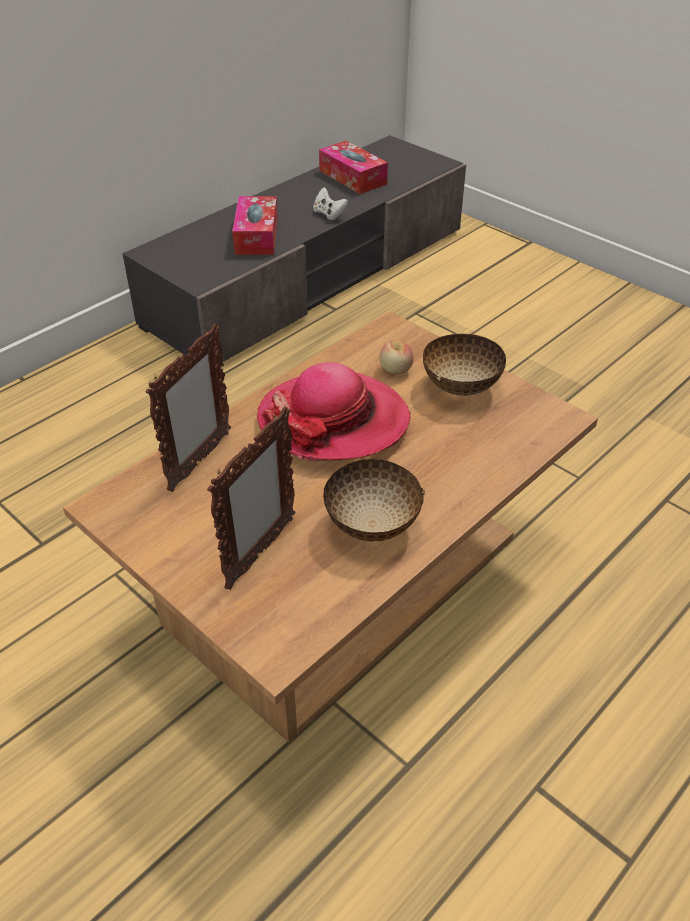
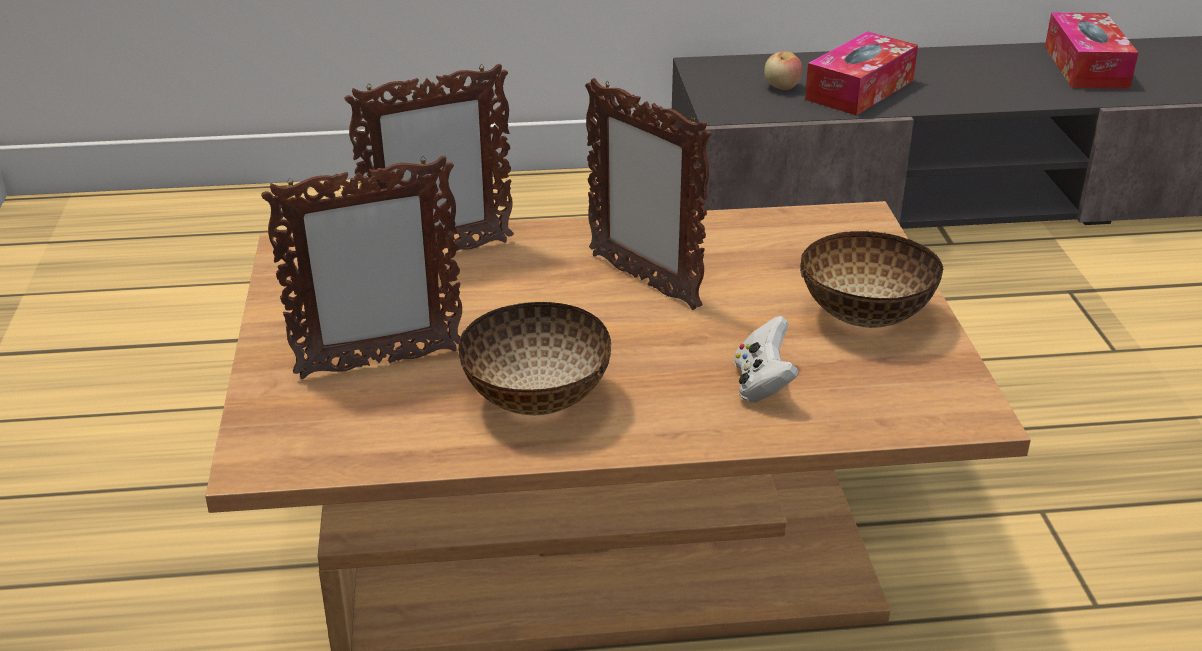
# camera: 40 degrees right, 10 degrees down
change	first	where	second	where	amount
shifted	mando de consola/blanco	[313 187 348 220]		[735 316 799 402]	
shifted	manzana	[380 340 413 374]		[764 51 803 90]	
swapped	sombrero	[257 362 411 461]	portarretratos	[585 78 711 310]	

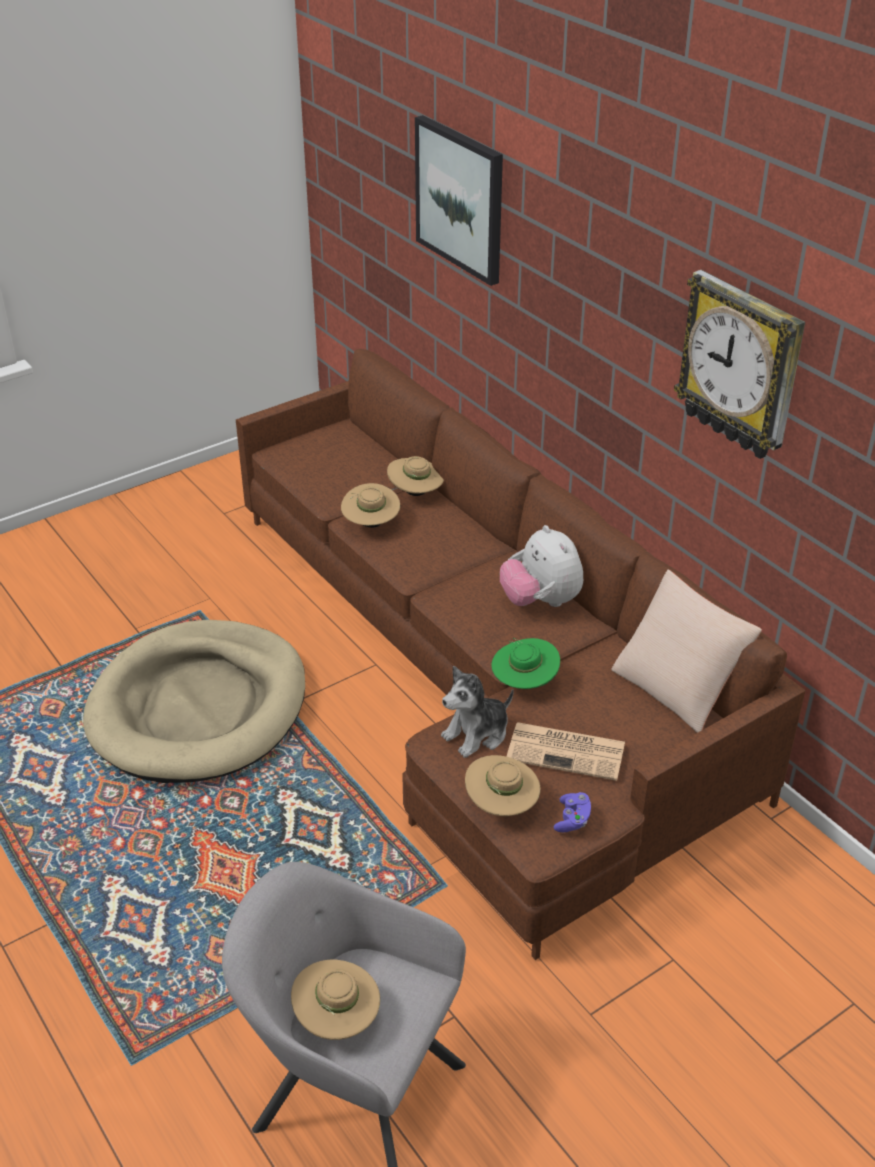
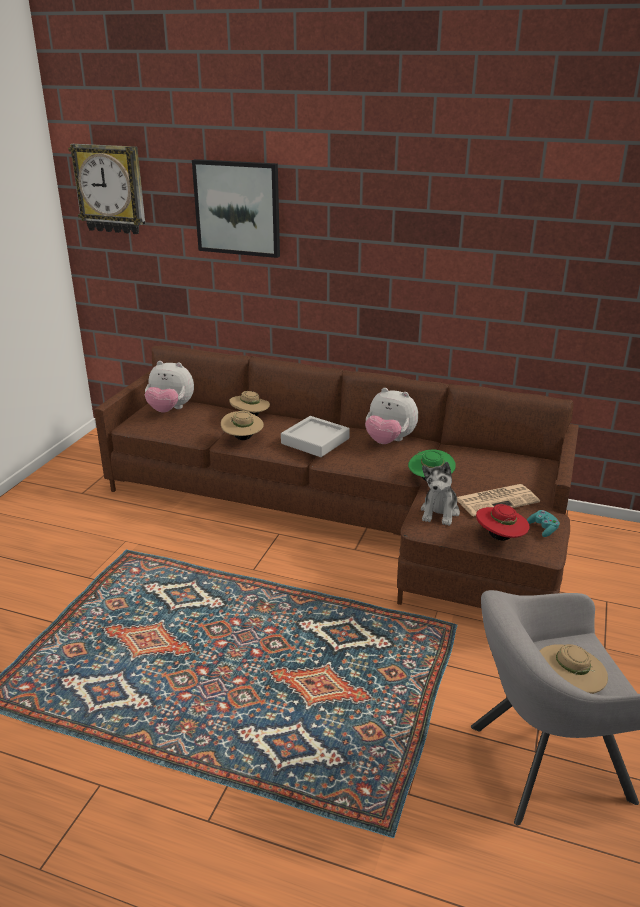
# camera: 35 degrees left, 10 degrees down
change	first	where	second	where	amount
gone	cama para perro/beis	[83 620 305 783]			
gone	cojín/beis	[612 570 762 733]			
new			peluche	[145 361 194 413]	
new			bandeja/gris	[281 416 350 457]	
shifted	reloj de pared	[674 270 805 459]		[68 144 145 234]	
repainted	sombrero/beis	[465 755 541 816]	sombrero/rojo	[476 504 530 541]	
repainted	mando de consola/morado	[554 792 591 832]	mando de consola/turquesa	[527 510 560 537]	

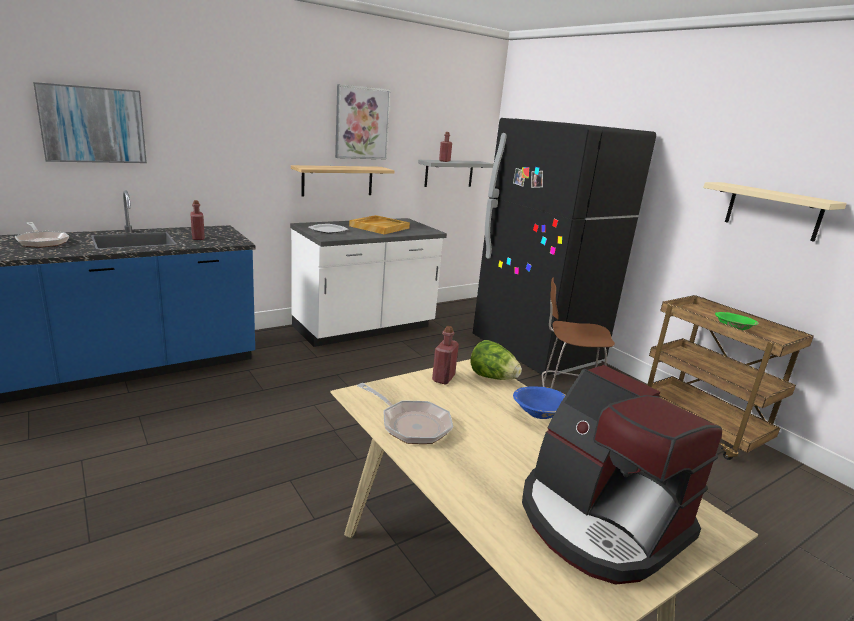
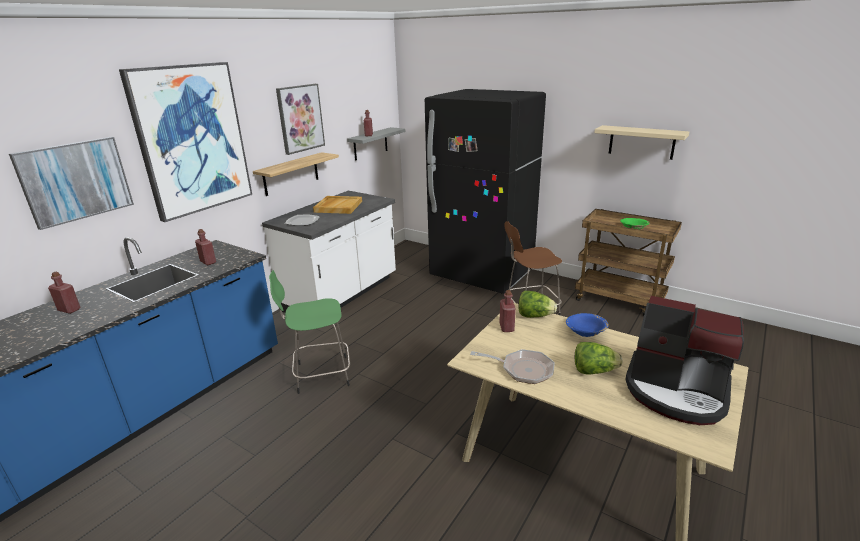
# camera: 20 degrees left, 5 degrees up
change	first	where	second	where	amount
new			cuadro	[119 62 252 222]	
new			taburete/verde	[269 270 350 394]	
new			lechuga	[575 342 622 375]	
swapped	sartén	[15 222 69 248]	botella/rojo	[48 272 80 314]	

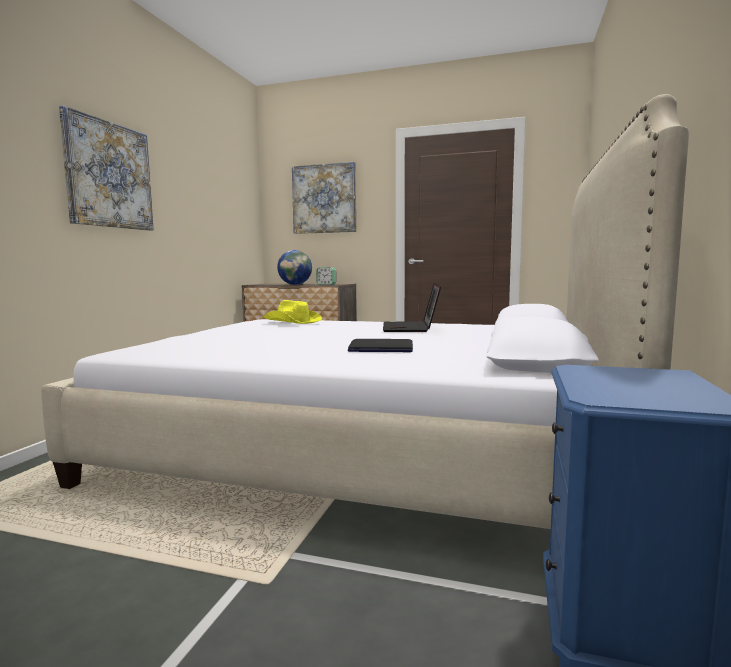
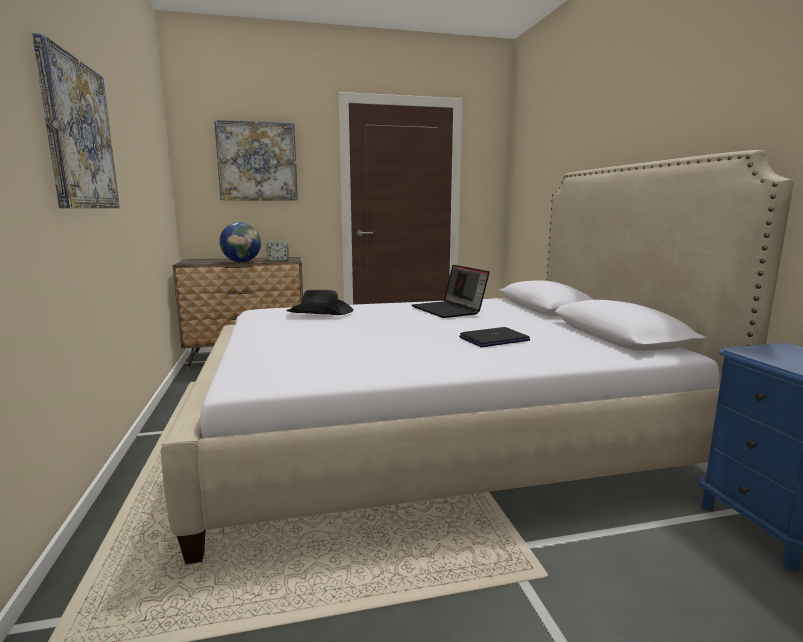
# camera: 30 degrees left, 5 degrees up
change	first	where	second	where	amount
repainted	sombrero/amarillo	[264 300 322 324]	sombrero/negro	[287 290 353 315]	

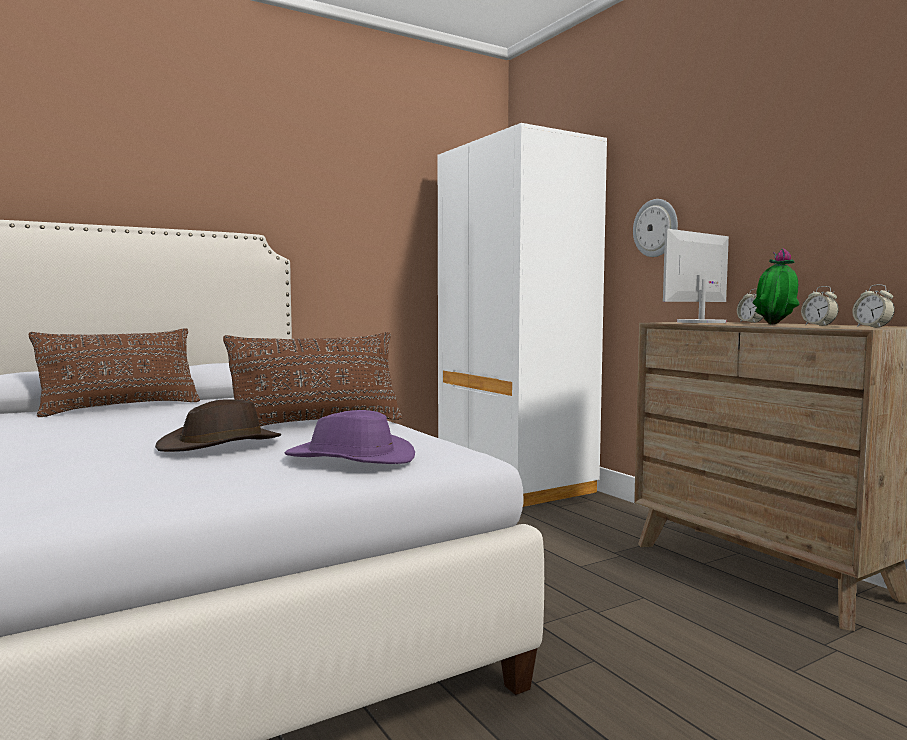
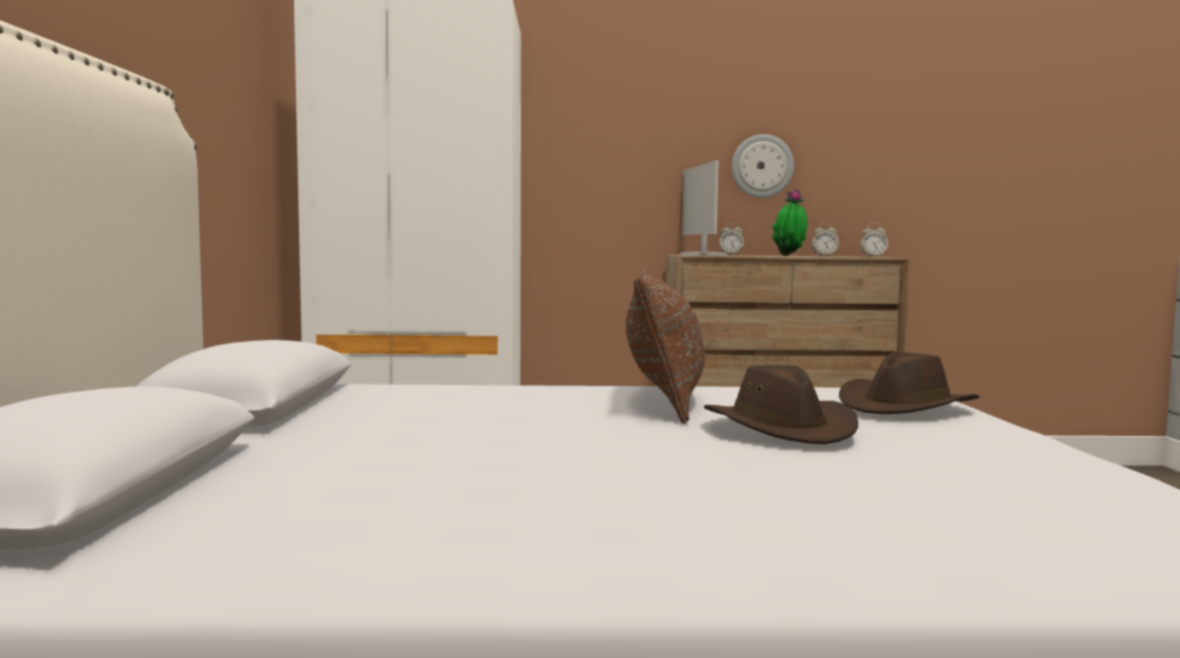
# camera: 60 degrees left, 0 degrees up
change	first	where	second	where	amount
gone	cojín/marrón	[29 328 200 417]			
shifted	reloj de pared	[633 199 678 257]		[732 134 794 198]	
repainted	sombrero/morado	[285 410 415 464]	sombrero/marrón	[839 352 980 414]	

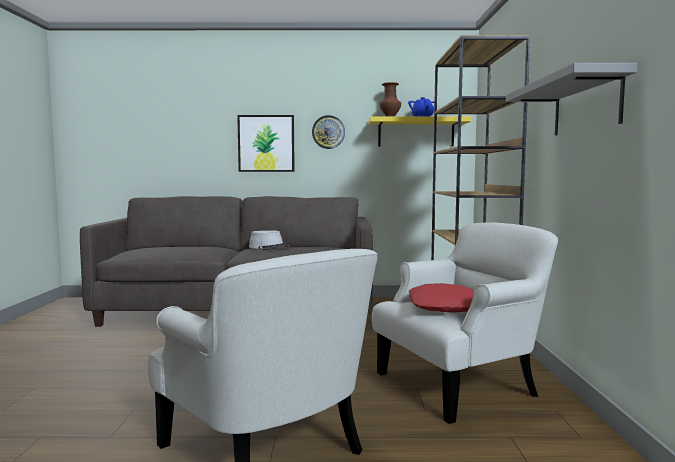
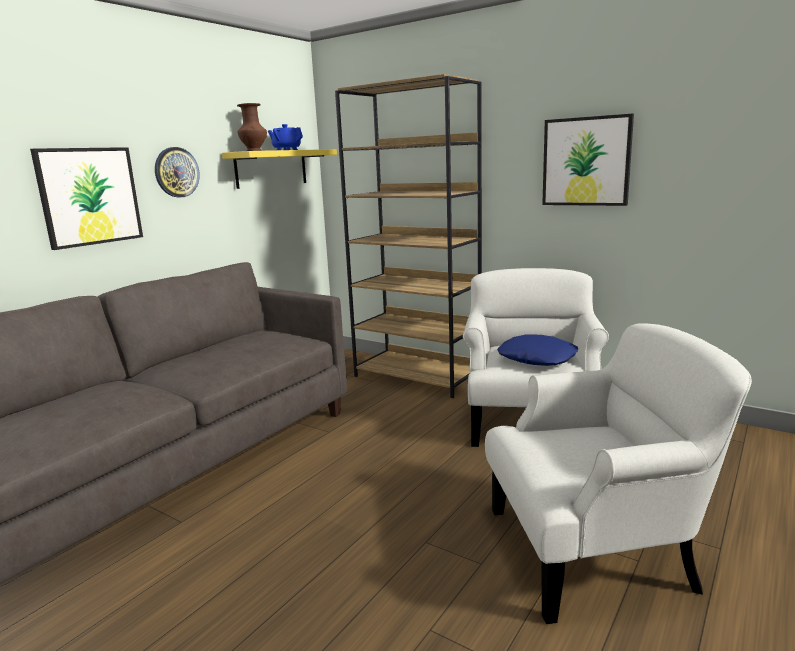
# camera: 55 degrees left, 10 degrees up
change	first	where	second	where	amount
gone	sombrero/gris	[249 230 290 250]			
swapped	estante/gris	[506 63 638 135]	cuadro	[542 114 634 206]	
repainted	cojín/rojo	[409 283 474 313]	cojín/azul	[497 335 578 366]	

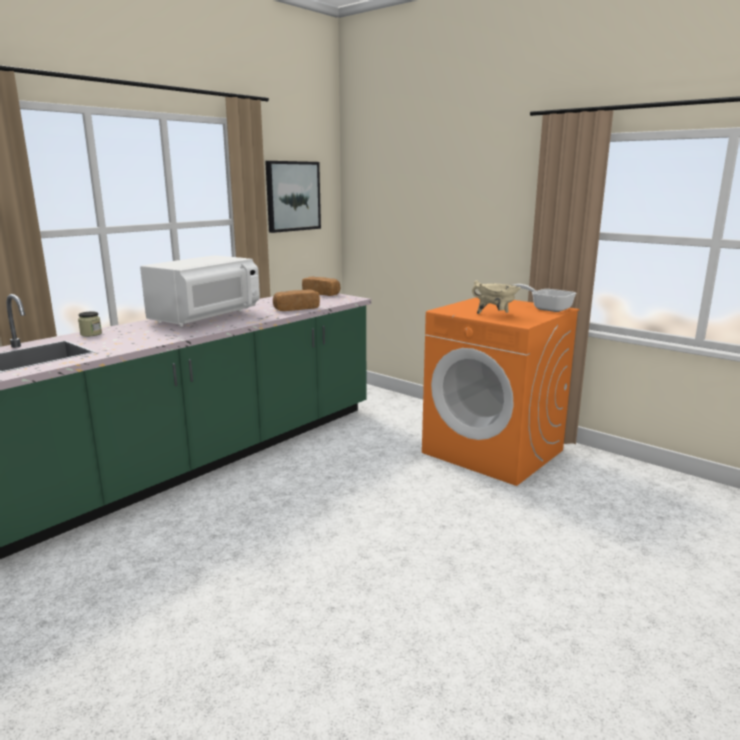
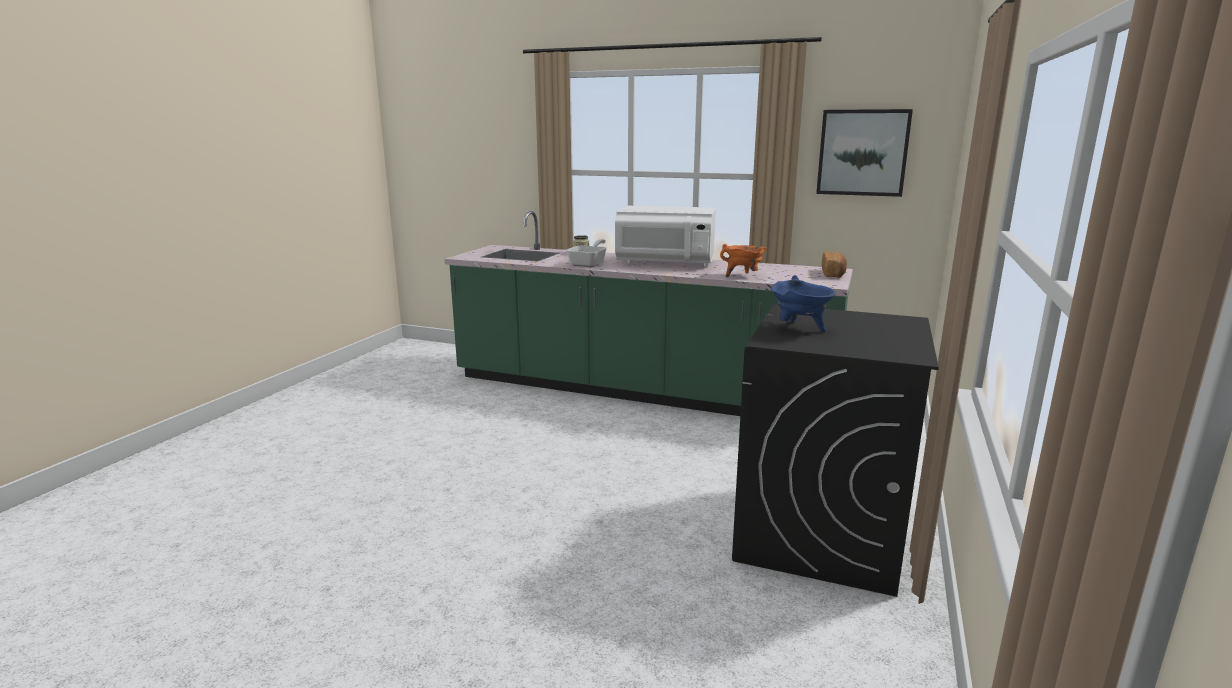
# camera: 70 degrees right, 0 degrees up
change	first	where	second	where	amount
shifted	sartén	[514 284 576 312]		[566 239 607 267]	
swapped	pan	[273 290 320 311]	olla/naranja	[720 244 767 277]	
repainted	lavadora/naranja	[422 297 579 486]	lavadora/negro	[732 304 939 597]	
repainted	olla/beis	[472 280 521 314]	olla/azul	[771 275 836 332]	

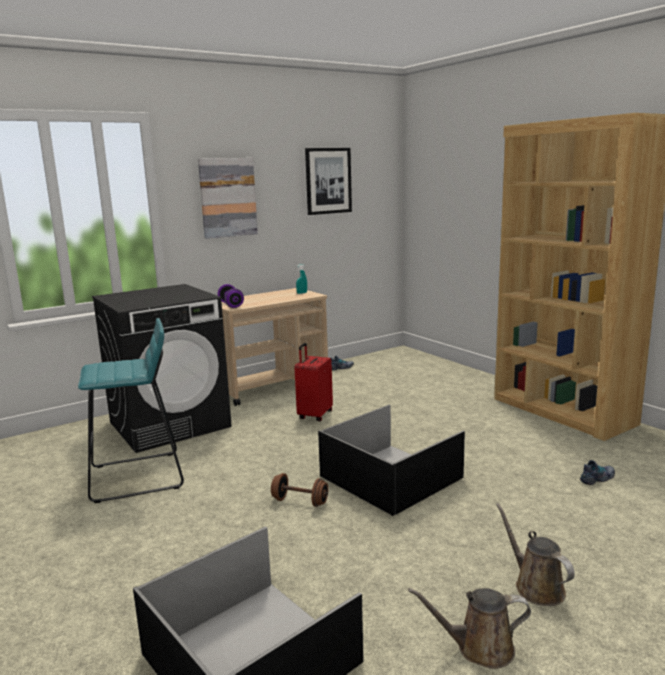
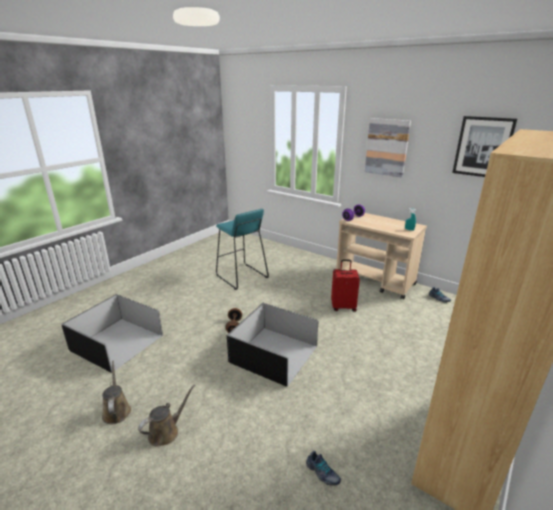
# camera: 70 degrees right, 10 degrees up
change	first	where	second	where	amount
gone	lavadora/negro	[92 284 232 453]			

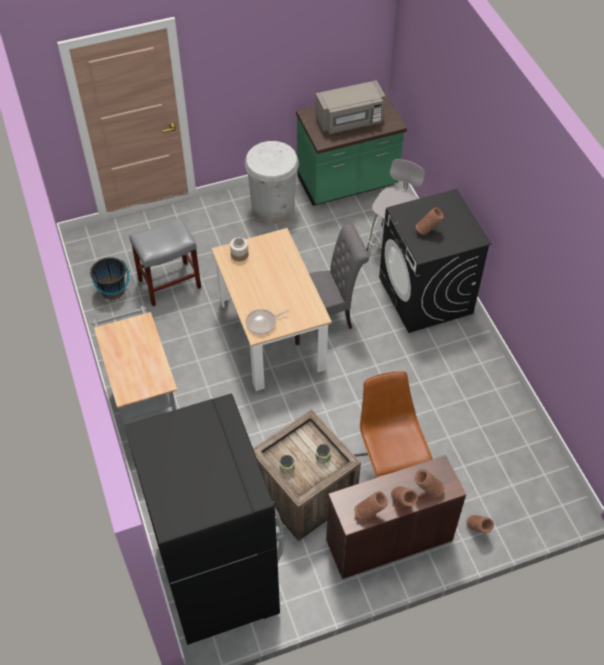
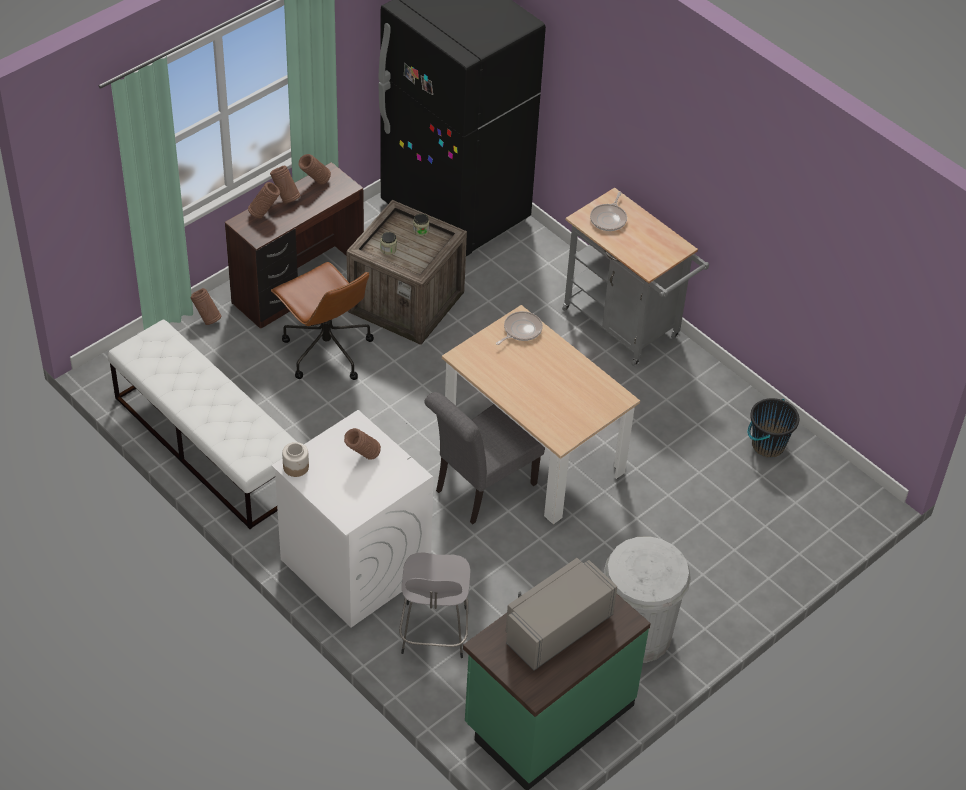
# camera: 155 degrees right, 5 degrees down
change	first	where	second	where	amount
gone	taburete/gris	[129 217 201 306]			
new			banco/blanco	[108 320 297 529]	
new			sartén	[590 192 627 231]	
shifted	tarro	[230 237 249 261]		[282 442 309 477]	
repainted	lavadora/negro	[379 189 492 333]	lavadora/blanco	[271 410 434 628]	

